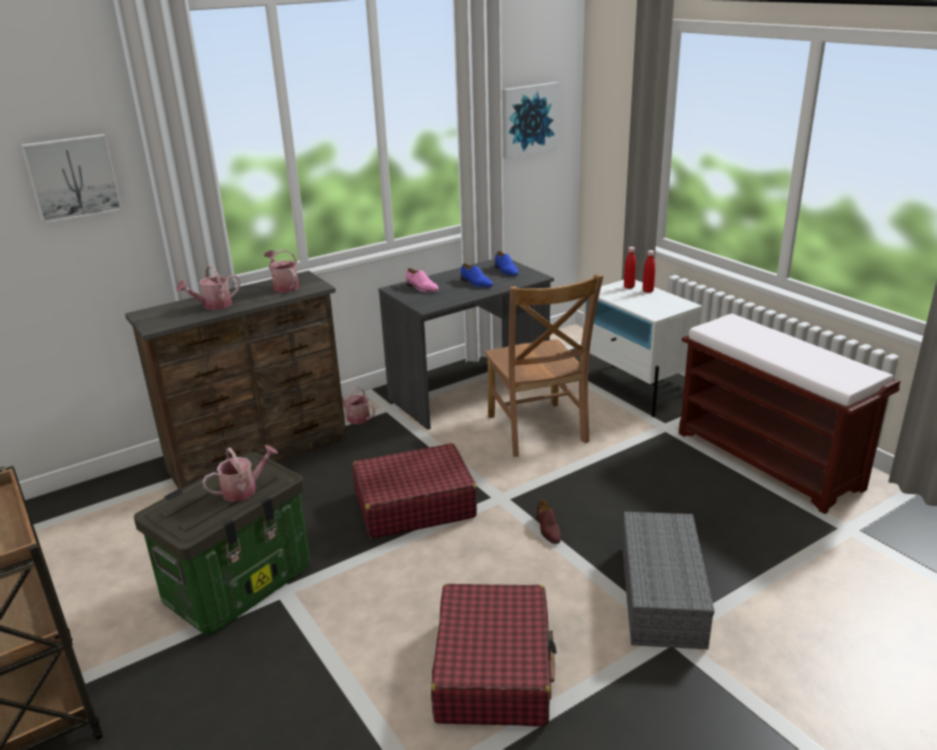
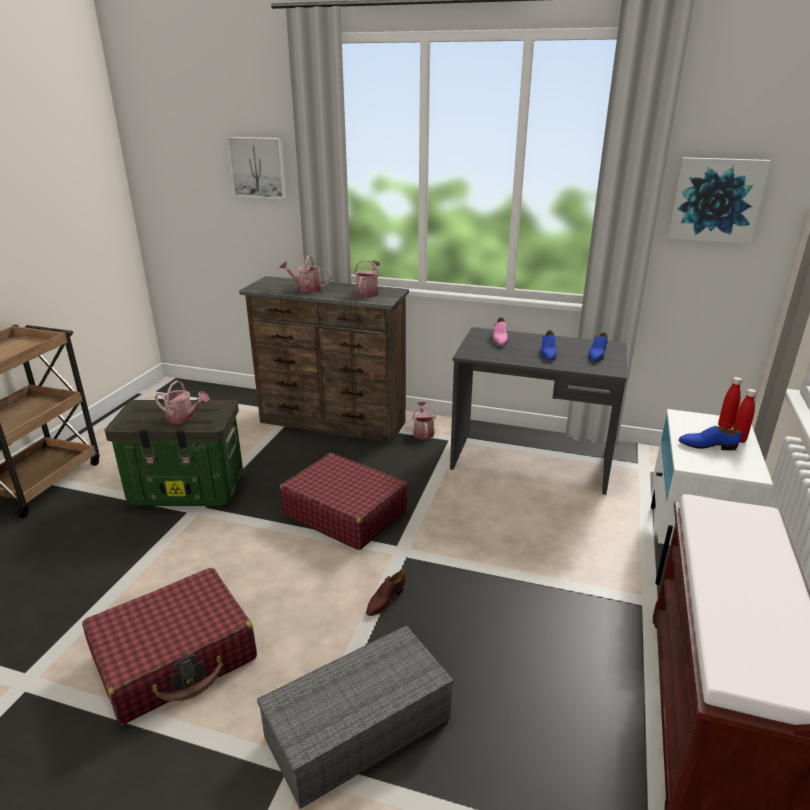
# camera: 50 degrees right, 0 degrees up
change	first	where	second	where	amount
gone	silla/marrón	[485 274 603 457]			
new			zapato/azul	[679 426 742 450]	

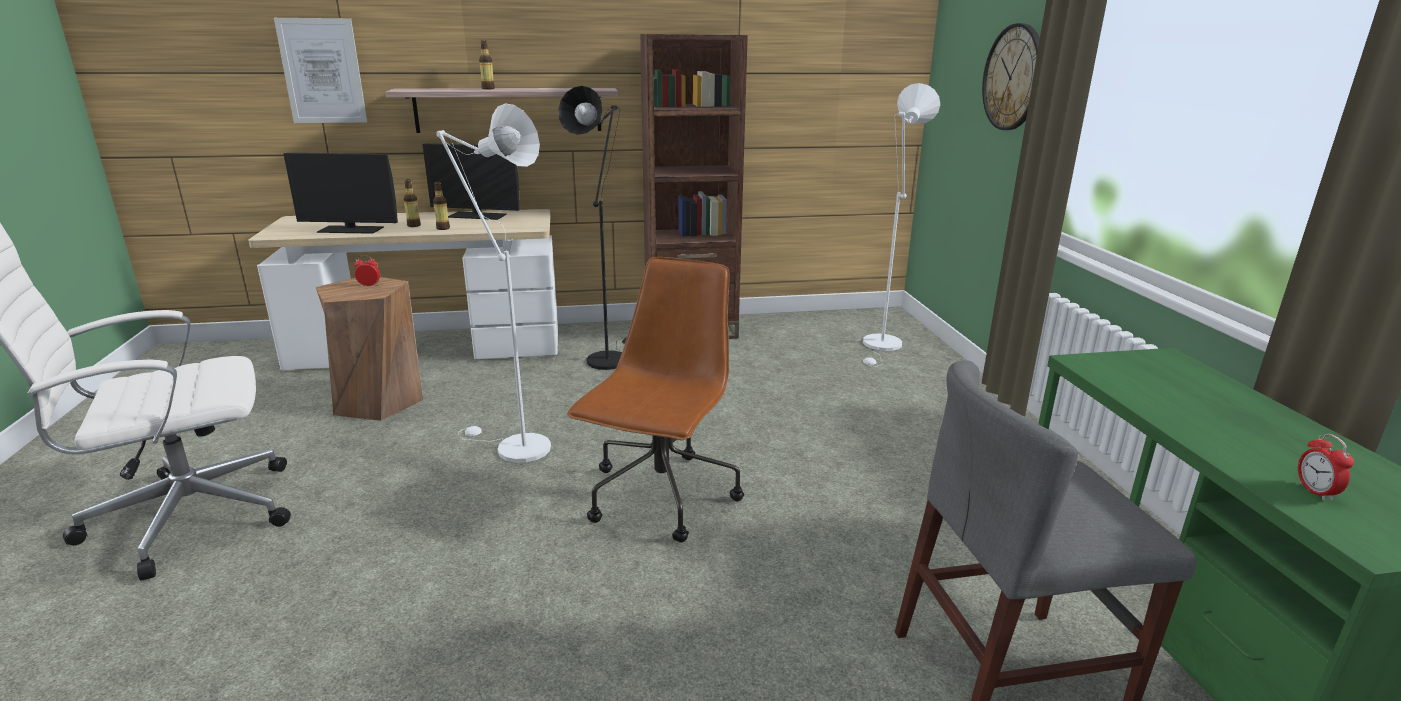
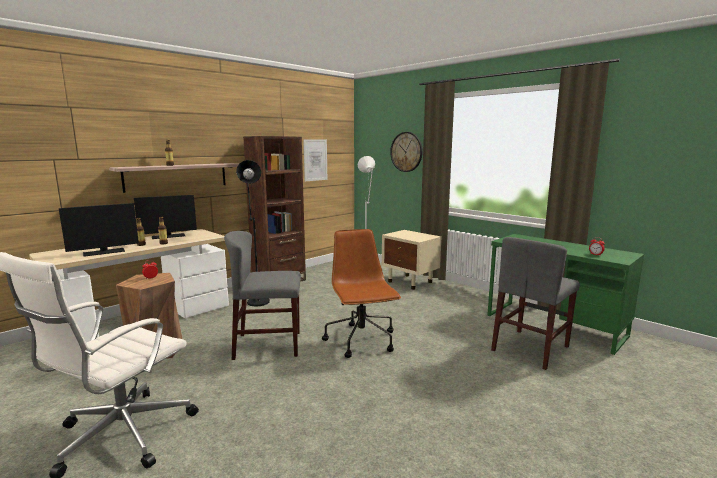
# camera: 35 degrees left, 10 degrees down
change	first	where	second	where	amount
new			mesita de noche/beis	[382 230 442 290]	
shifted	cuadro	[274 18 367 123]		[303 139 327 181]	
swapped	lámpara de pie/blanco	[436 103 551 463]	silla/gris	[224 231 301 360]	

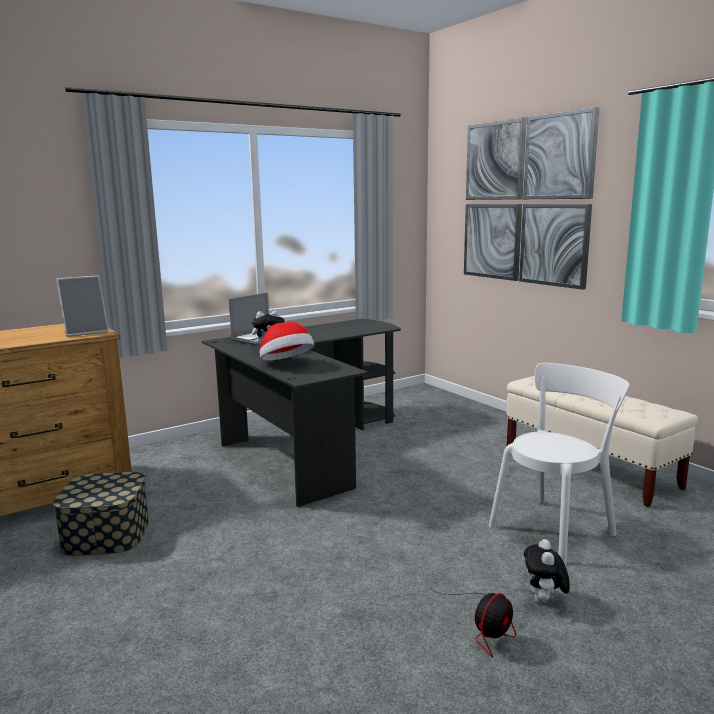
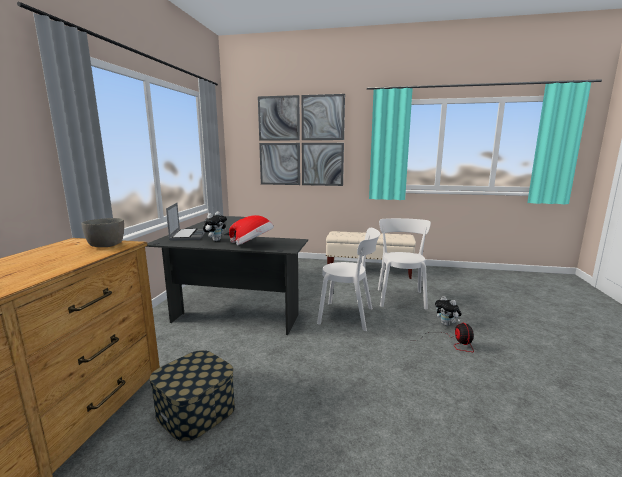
# camera: 45 degrees left, 0 degrees up
change	first	where	second	where	amount
new			silla/blanco	[317 228 380 331]	
swapped	portarretratos	[56 276 109 337]	cuenco/gris	[81 218 124 247]	

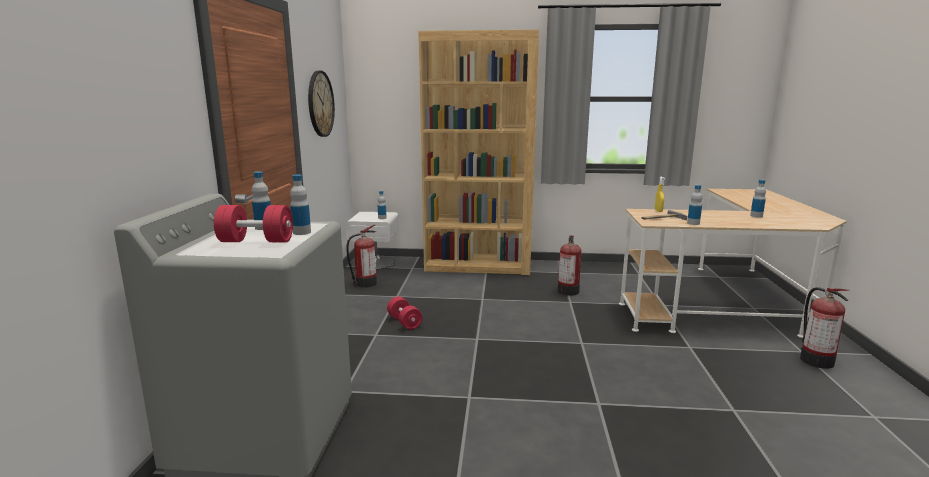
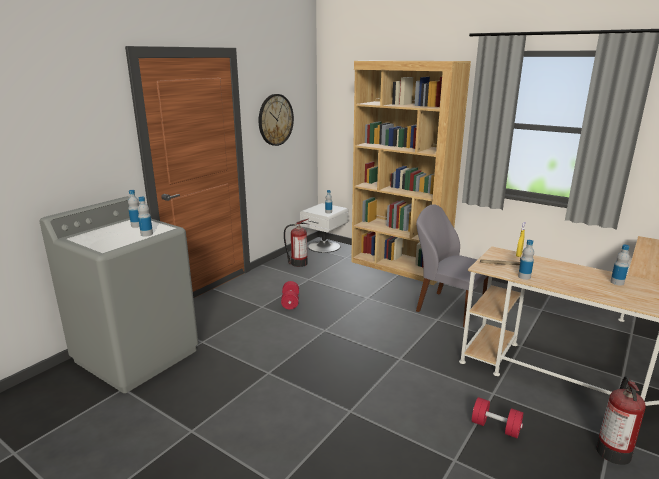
# camera: 30 degrees right, 5 degrees up
change	first	where	second	where	amount
shifted	mancuerna/rojo	[214 205 293 242]		[472 397 523 438]	
swapped	extintor	[558 235 581 296]	silla/gris	[416 204 488 327]	

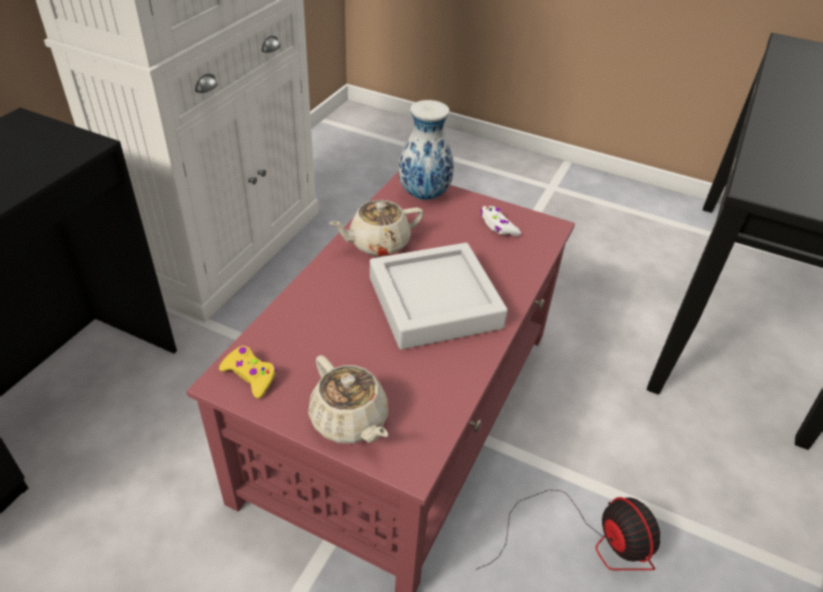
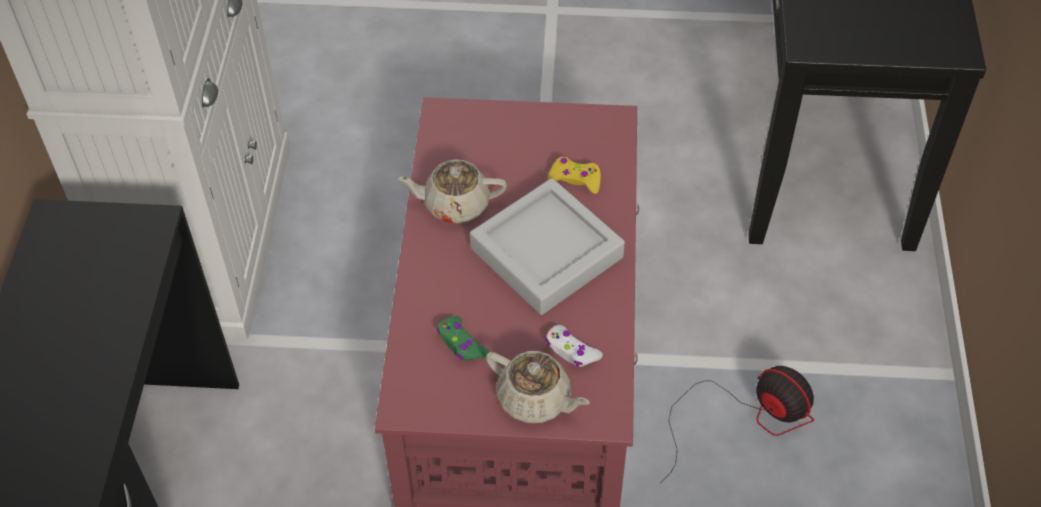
# camera: 20 degrees left, 10 degrees up
change	first	where	second	where	amount
gone	florero	[398 100 454 200]			
new			mando de consola/verde	[437 316 489 361]	
shifted	mando de consola/amarillo	[219 346 276 399]		[547 156 601 194]	
shifted	mando de consola/blanco	[481 206 521 236]		[545 325 603 367]	
rotated	tetera/beis	[329 200 424 256]		[398 159 507 223]	45 degrees clockwise

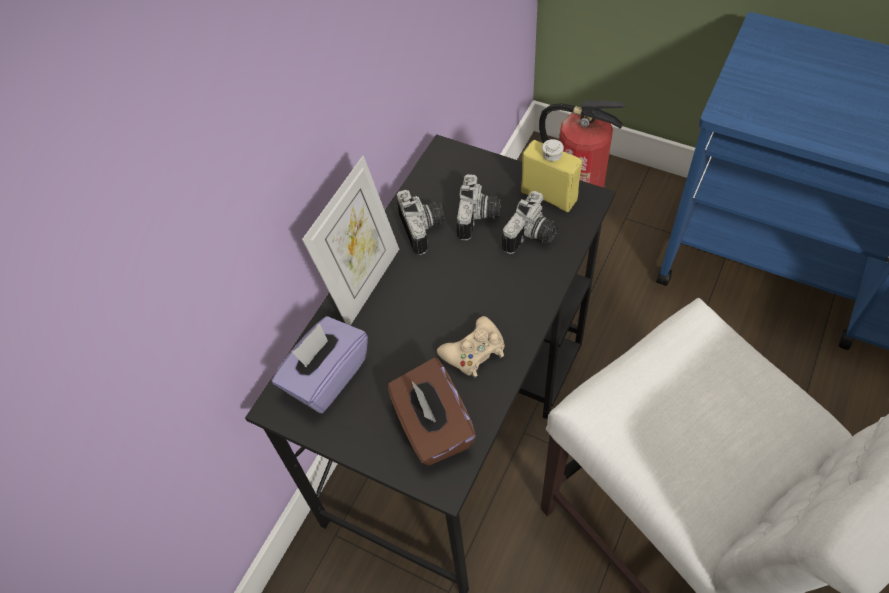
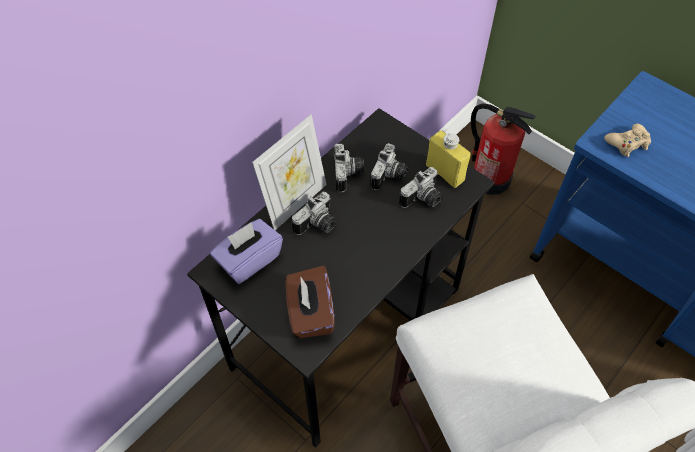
# camera: 10 degrees right, 0 degrees up
change	first	where	second	where	amount
new			cámara	[292 192 336 235]	
shifted	mando de consola/beis	[437 316 505 377]		[604 124 651 157]	

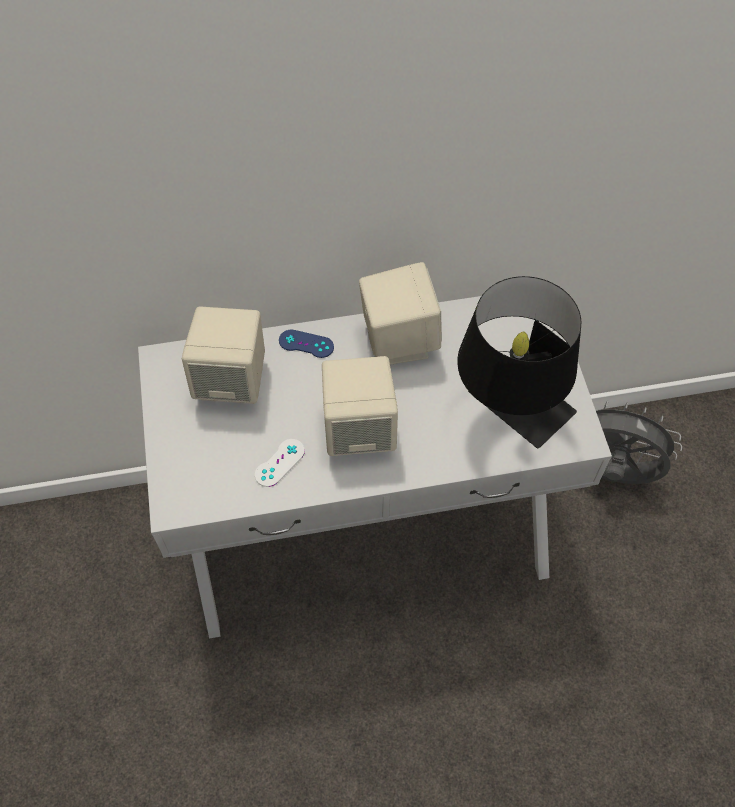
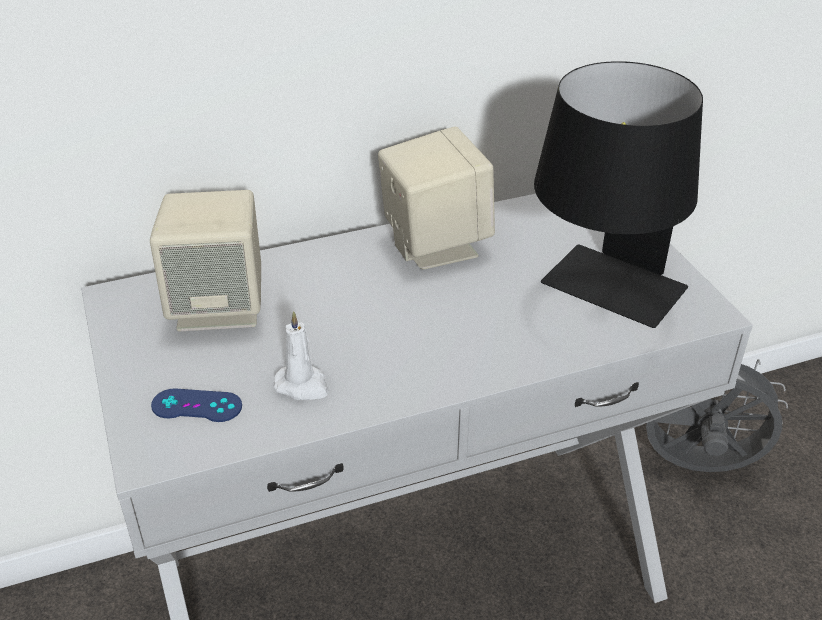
# camera: 10 degrees left, 20 degrees down
change	first	where	second	where	amount
gone	altavoz/beis	[322 356 398 456]			
shifted	mando de consola/azul	[279 330 334 358]		[151 389 242 422]	
swapped	mando de consola/blanco	[255 439 305 487]	vela/blanco	[274 311 329 400]	

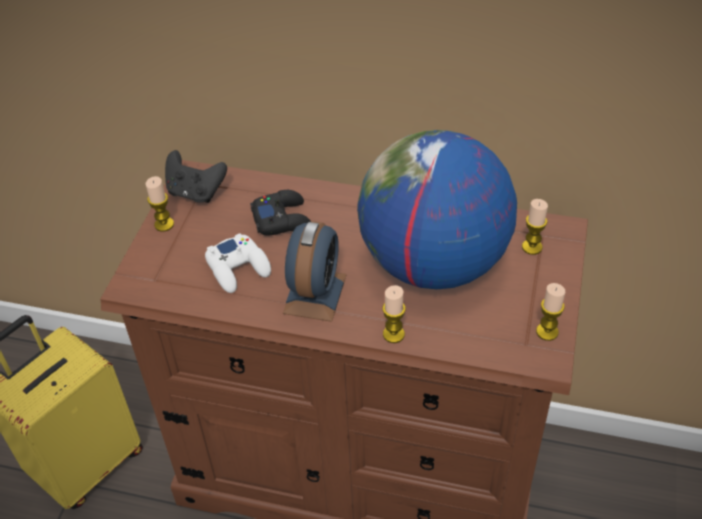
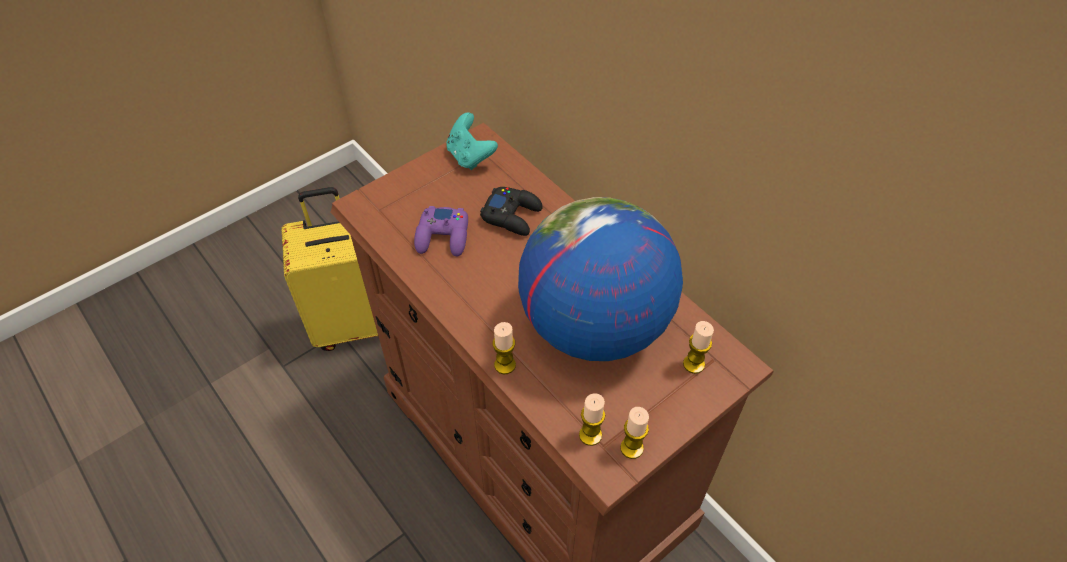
# camera: 35 degrees right, 5 degrees up
change	first	where	second	where	amount
gone	despertador	[283 221 347 322]			
shifted	vela	[146 176 174 232]		[579 393 605 446]	
repainted	mando de consola/negro	[165 150 227 203]	mando de consola/turquesa	[446 112 498 170]	
repainted	mando de consola/blanco	[205 233 271 293]	mando de consola/morado	[414 206 468 256]	

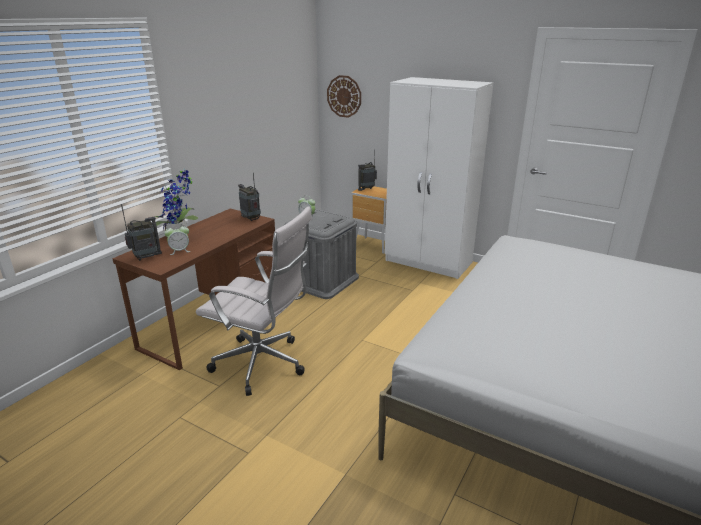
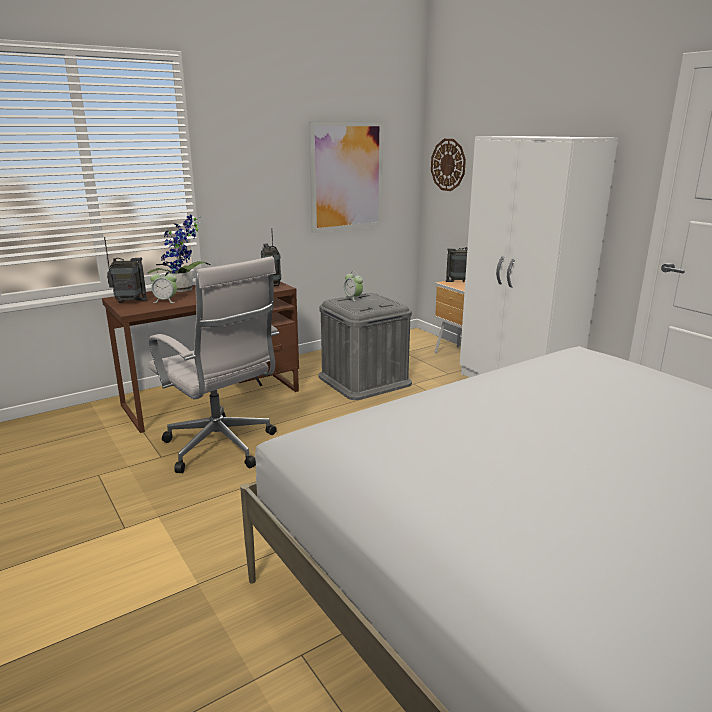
# camera: 25 degrees right, 5 degrees down
change	first	where	second	where	amount
new			cuadro	[308 121 383 233]	

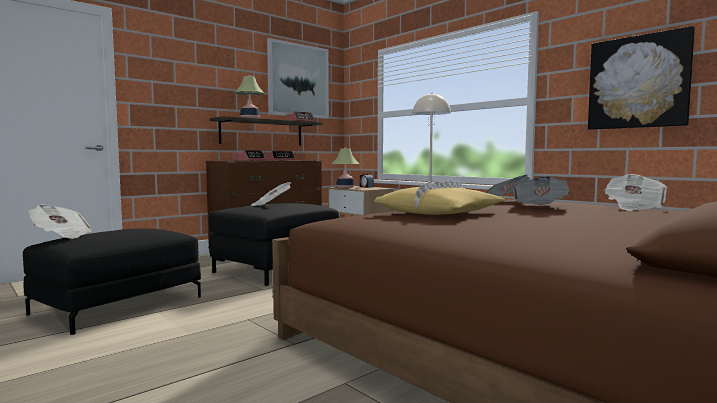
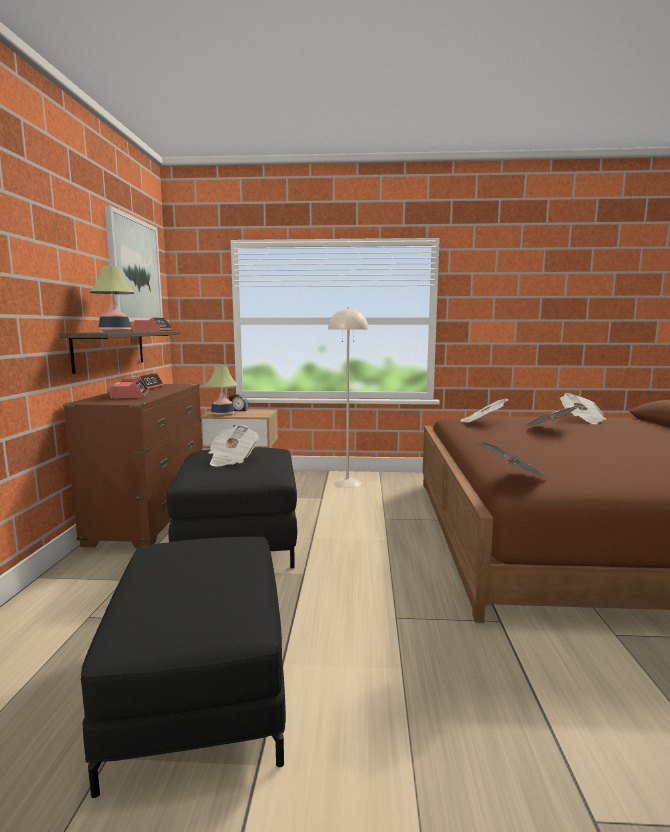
# camera: 45 degrees left, 5 degrees up
change	first	where	second	where	amount
gone	cojín/amarillo	[374 181 506 215]			
gone	cuadro	[588 26 695 130]			
shifted	periódico	[28 204 92 239]		[478 443 547 477]	

